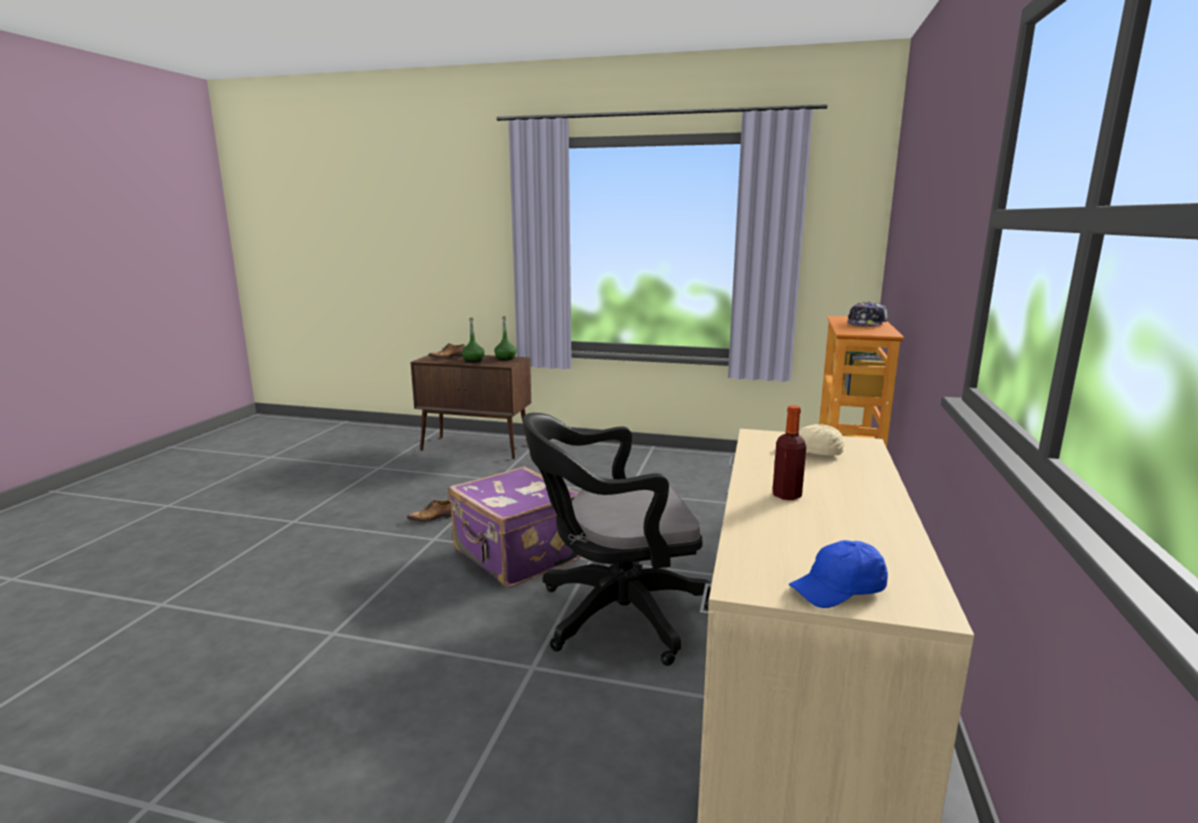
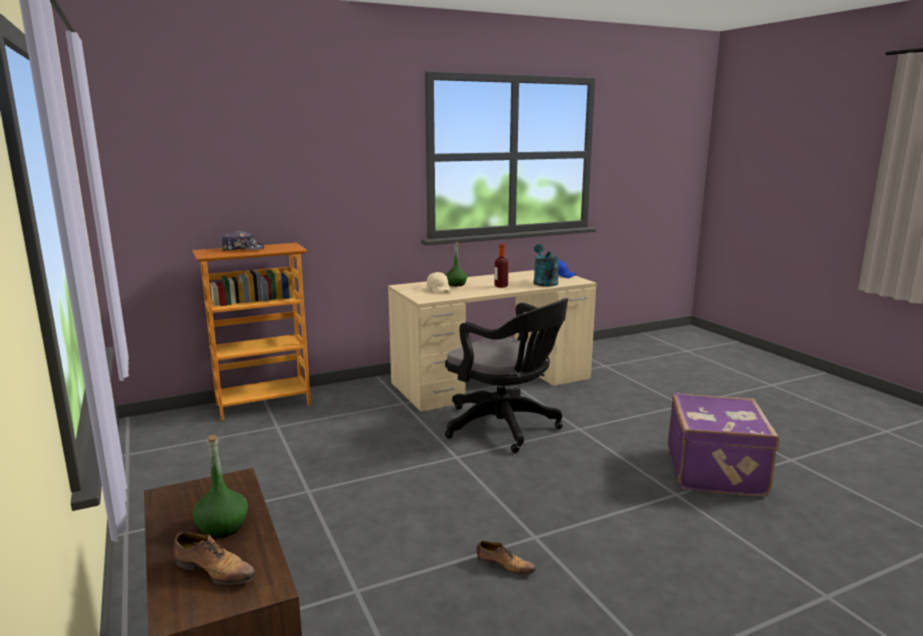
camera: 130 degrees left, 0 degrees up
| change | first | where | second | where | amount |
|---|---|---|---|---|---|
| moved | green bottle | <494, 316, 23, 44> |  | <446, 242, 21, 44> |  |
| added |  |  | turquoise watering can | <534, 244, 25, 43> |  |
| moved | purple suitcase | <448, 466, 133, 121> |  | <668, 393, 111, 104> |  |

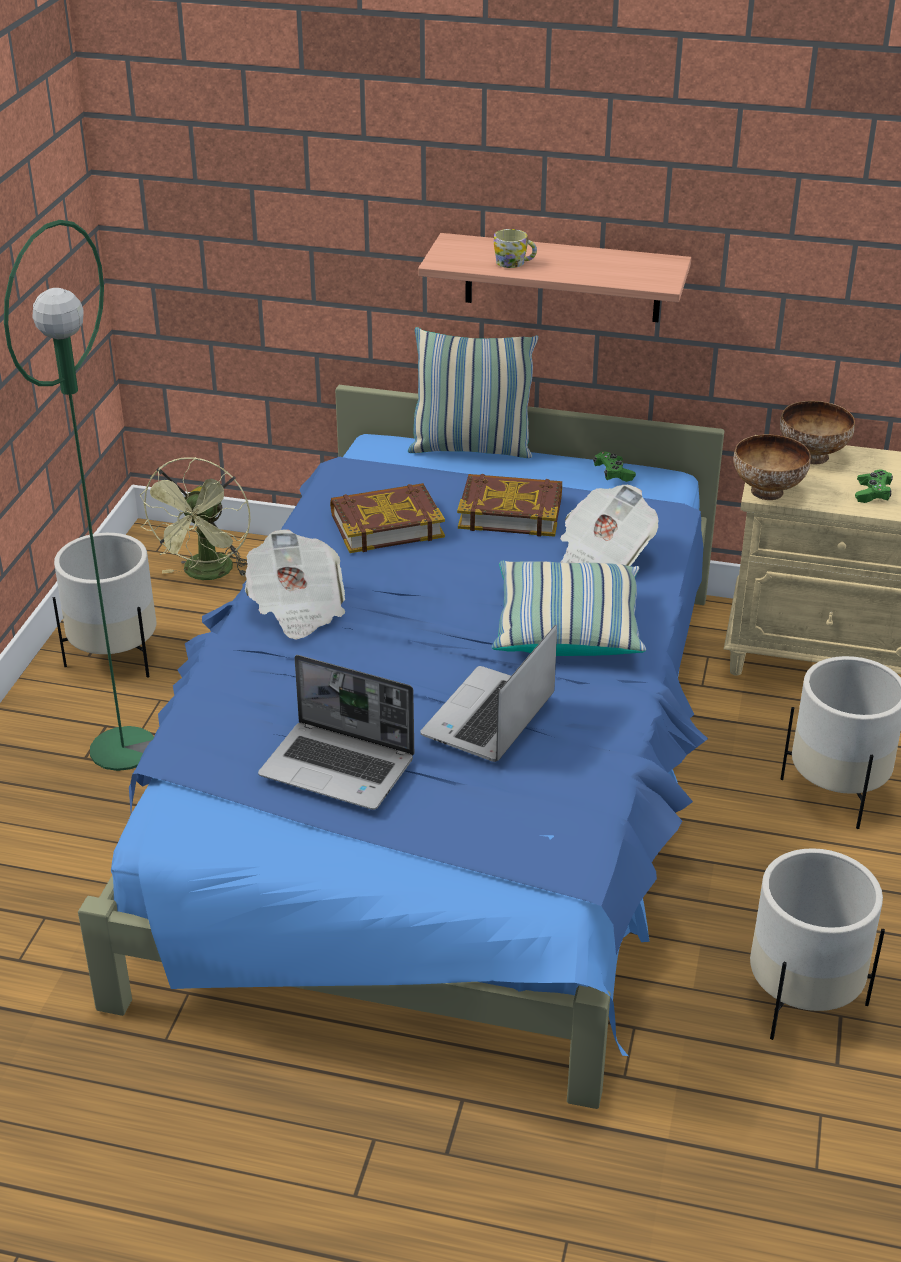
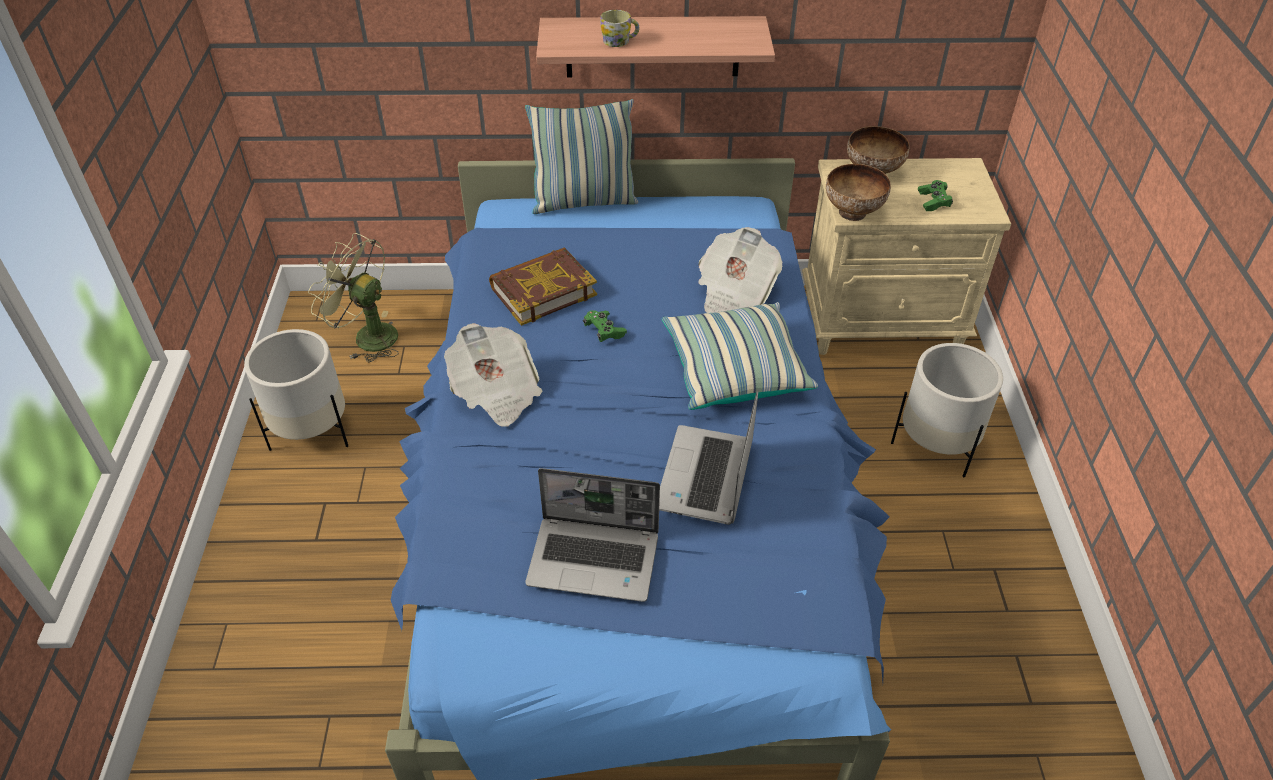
camera: 15 degrees left, 10 degrees up
| change | first | where | second | where | amount |
|---|---|---|---|---|---|
| turned | green fan | <140, 457, 111, 123> |  | <308, 233, 91, 129> | 120 degrees clockwise |
| moved | green game controller | <593, 451, 43, 31> |  | <583, 310, 44, 32> |  |
| removed | green floor lamp | <4, 220, 150, 551> |  |  |  |
| removed | book | <457, 474, 105, 63> |  |  |  |
| removed | white planter | <750, 848, 135, 192> |  |  |  |

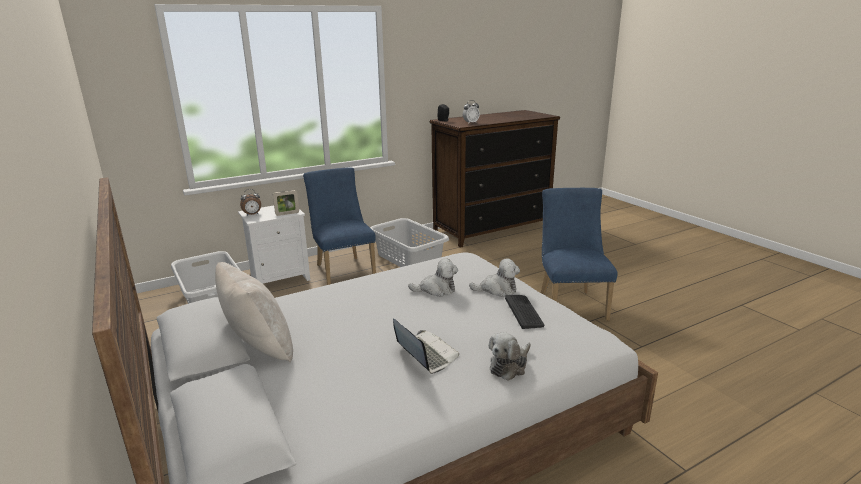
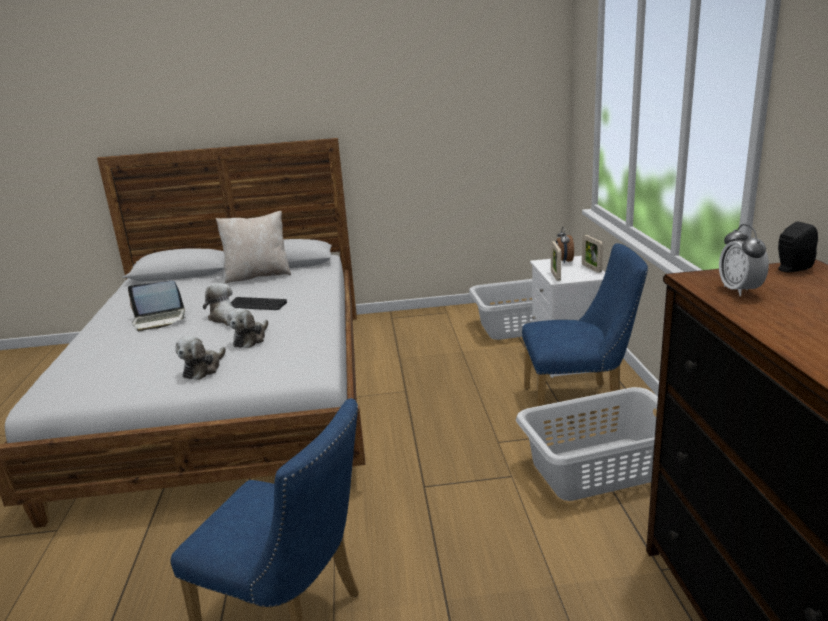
camera: 115 degrees right, 0 degrees up
| change | first | where | second | where | amount |
|---|---|---|---|---|---|
| moved | plush toy | <489, 332, 42, 49> |  | <203, 283, 32, 43> |  |
| moved | keyboard | <505, 295, 39, 34> |  | <231, 297, 56, 13> |  |
| added |  |  | picture frame | <582, 235, 21, 38> |  |

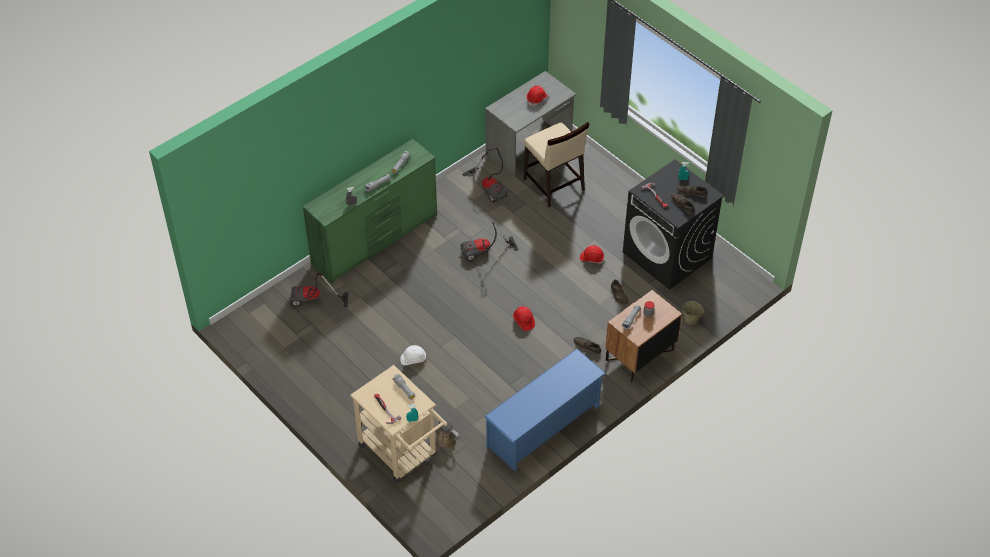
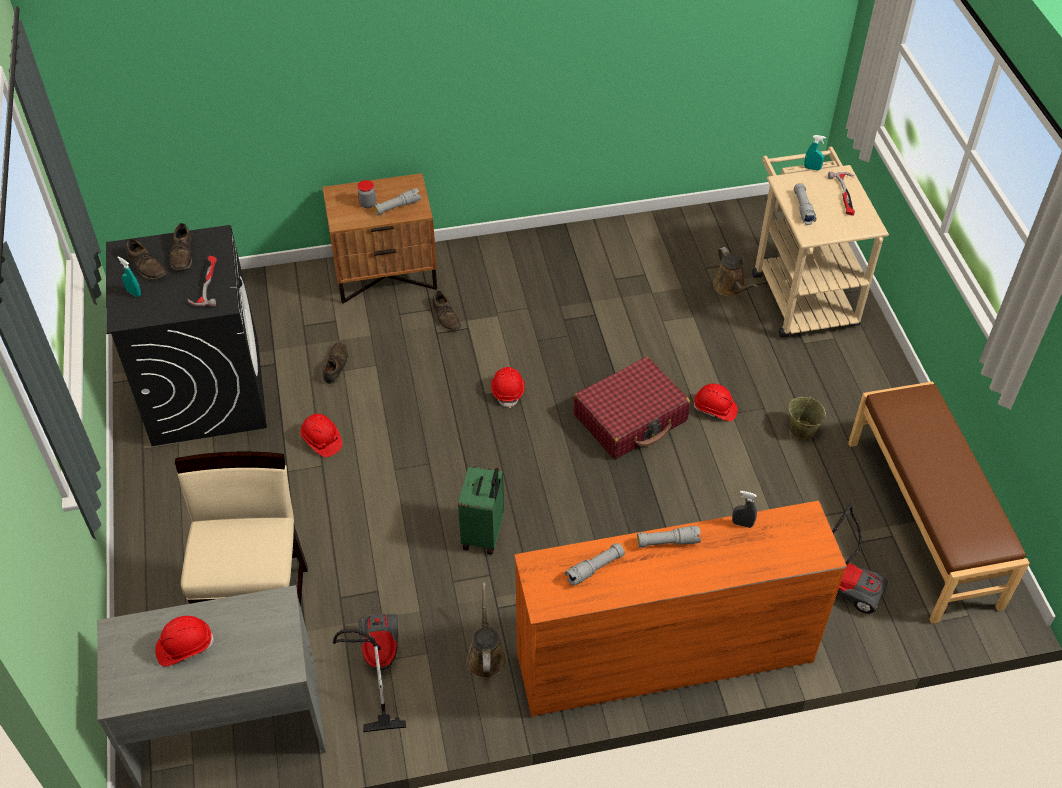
camera: 150 degrees left, 0 degrees up
| change | first | where | second | where | amount |
|---|---|---|---|---|---|
| replaced | vacuum cleaner | <460, 222, 59, 39> | green suitcase | <458, 466, 46, 89> |  |
| added |  |  | brown watering can | <466, 582, 41, 97> |  |
| recoloured | green dresser | <303, 139, 134, 144> | orange dresser | <514, 501, 333, 216> |  |
| added |  |  | red suitcase | <574, 357, 116, 102> |  |
| recoloured | white hard hat | <400, 345, 26, 20> | red hard hat | <693, 384, 45, 37> |  |
| moved | beige bucket | <682, 301, 22, 24> |  | <789, 395, 37, 45> |  |
| added |  |  | brown bench | <848, 381, 181, 243> |  |
| removed | blue shoe rack | <484, 349, 122, 123> |  |  |  |

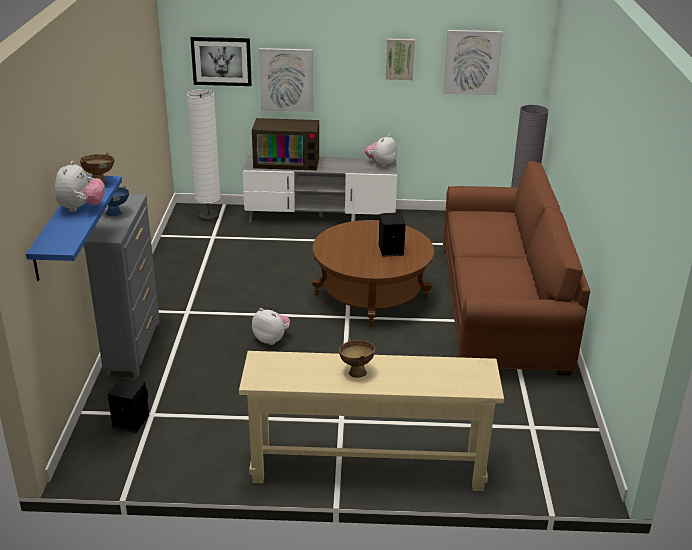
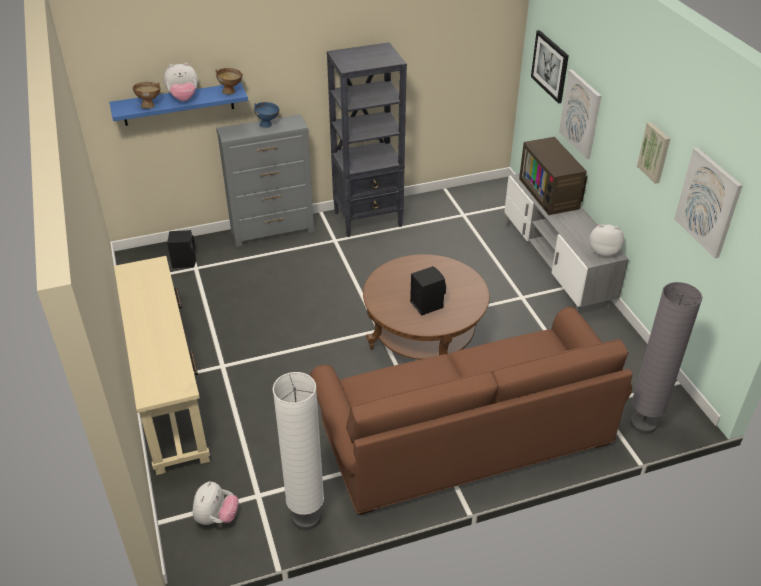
camera: 70 degrees right, 10 degrees up
| change | first | where | second | where | amount |
|---|---|---|---|---|---|
| moved | brown bowl | <339, 339, 36, 39> |  | <133, 82, 28, 27> |  |
| moved | plush toy | <252, 308, 38, 37> |  | <193, 481, 46, 44> |  |
| moved | white floor lamp | <187, 89, 34, 133> |  | <273, 372, 51, 158> |  |
| added |  |  | black bookcase | <327, 42, 80, 195> |  |

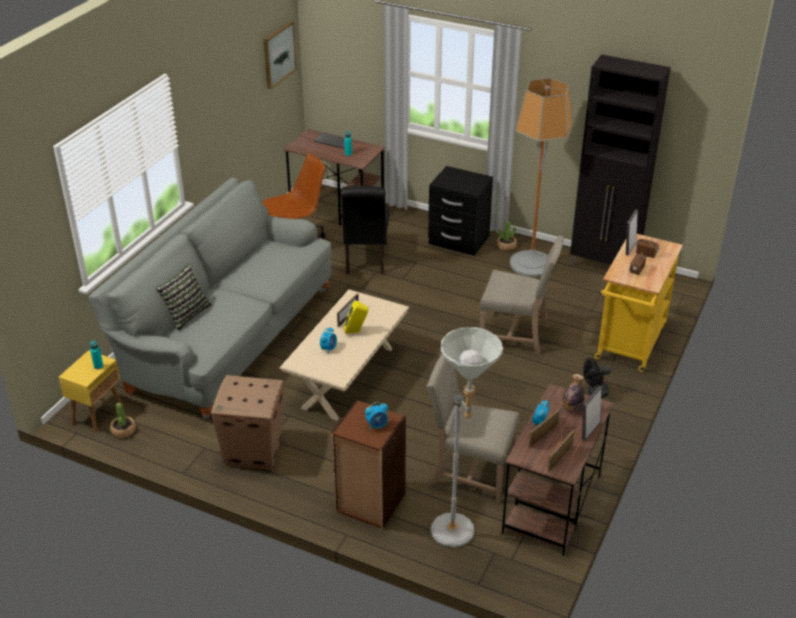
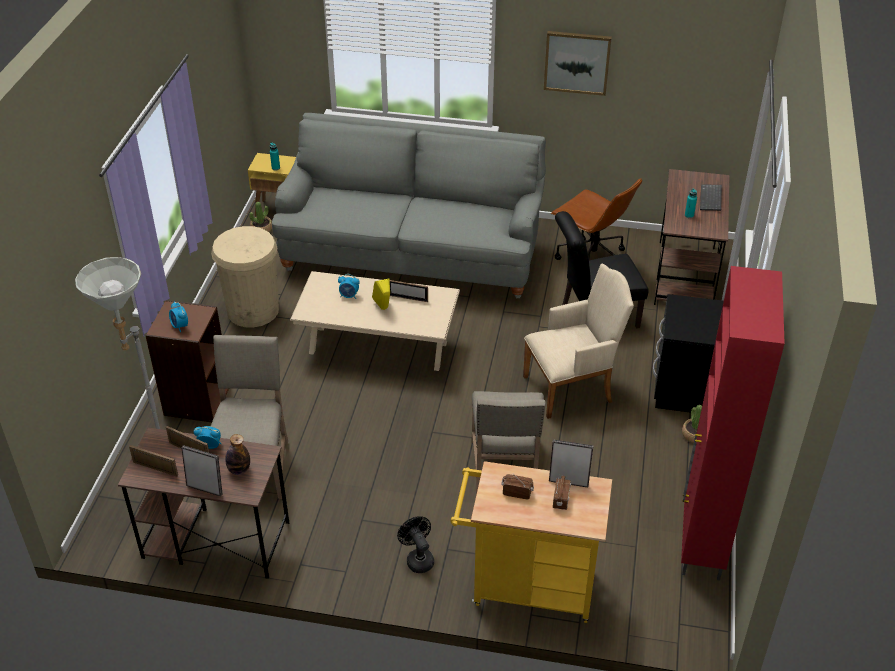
camera: 75 degrees right, 5 degrees up
| change | first | where | second | where | amount |
|---|---|---|---|---|---|
| replaced | cardboard box | <211, 375, 72, 95> | beige trash can | <211, 226, 68, 101> |  |
| added |  |  | beige armchair | <523, 264, 111, 155> |  |
| moved | picture | <263, 21, 34, 68> |  | <544, 31, 68, 65> |  |
| recoloured | black cabinet | <570, 54, 101, 212> | red cabinet | <681, 266, 104, 314> |  |
| removed | pillow | <156, 264, 55, 67> |  |  |  |
| removed | floor lamp | <510, 78, 63, 199> |  |  |  |

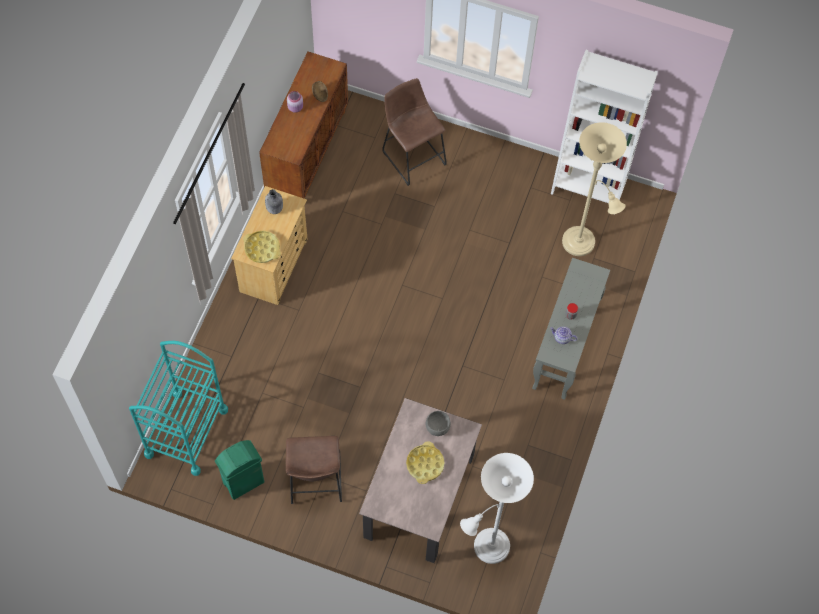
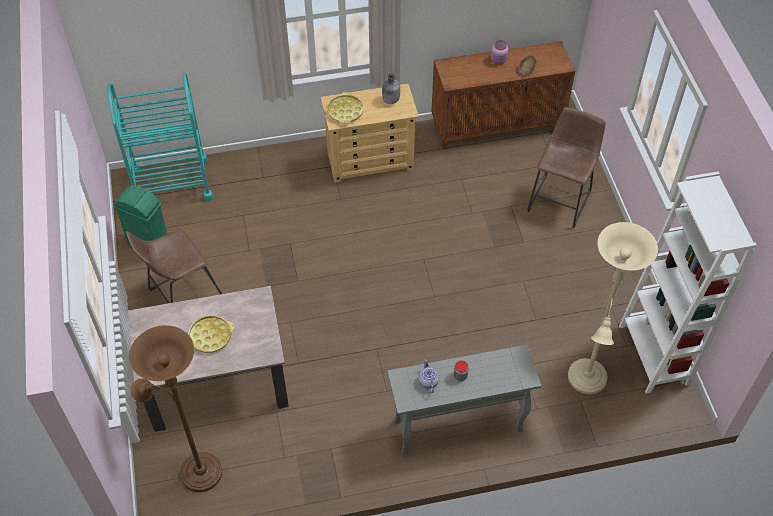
camera: 60 degrees right, 10 degrees down
| change | first | where | second | where | amount |
|---|---|---|---|---|---|
| recoloured | white floor lamp | <460, 453, 74, 111> | brown floor lamp | <129, 325, 93, 167> |  |
| removed | grey bowl | <426, 411, 25, 25> |  |  |  |

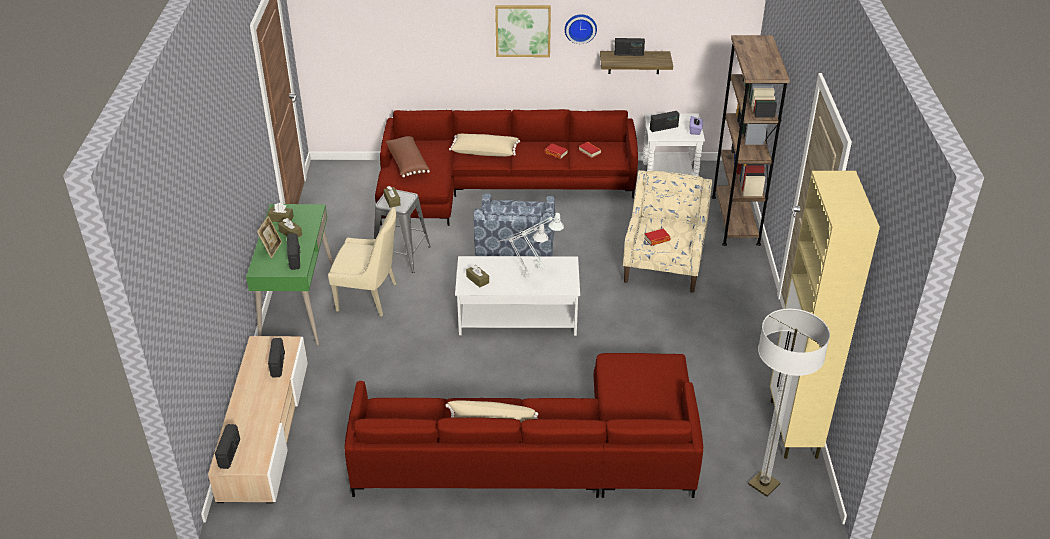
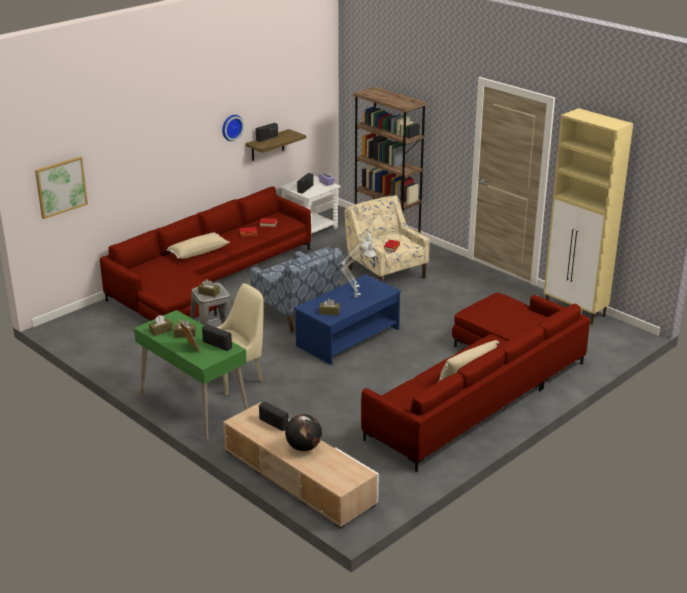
camera: 45 degrees left, 10 degrees down
| change | first | where | second | where | amount |
|---|---|---|---|---|---|
| moved | picture | <495, 5, 56, 52> |  | <35, 157, 53, 62> |  |
| added |  |  | globe | <285, 414, 37, 37> |  |
| recoloured | white coffee table | <455, 256, 125, 80> | blue coffee table | <294, 274, 107, 91> |  |
| removed | radio | <215, 424, 25, 45> |  |  |  |
| removed | brown pillow | <386, 136, 44, 41> |  |  |  |
| removed | floor lamp | <748, 309, 82, 188> |  |  |  |

